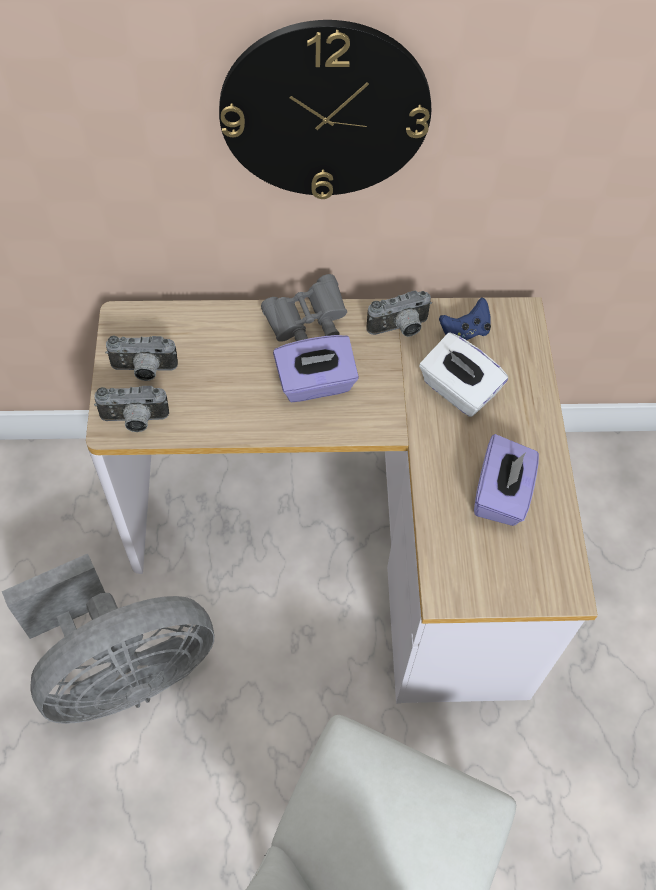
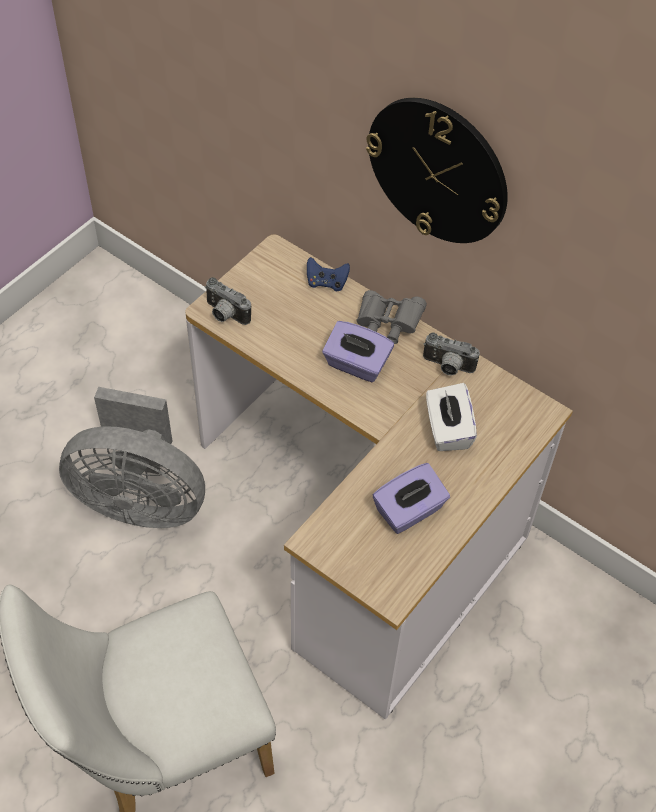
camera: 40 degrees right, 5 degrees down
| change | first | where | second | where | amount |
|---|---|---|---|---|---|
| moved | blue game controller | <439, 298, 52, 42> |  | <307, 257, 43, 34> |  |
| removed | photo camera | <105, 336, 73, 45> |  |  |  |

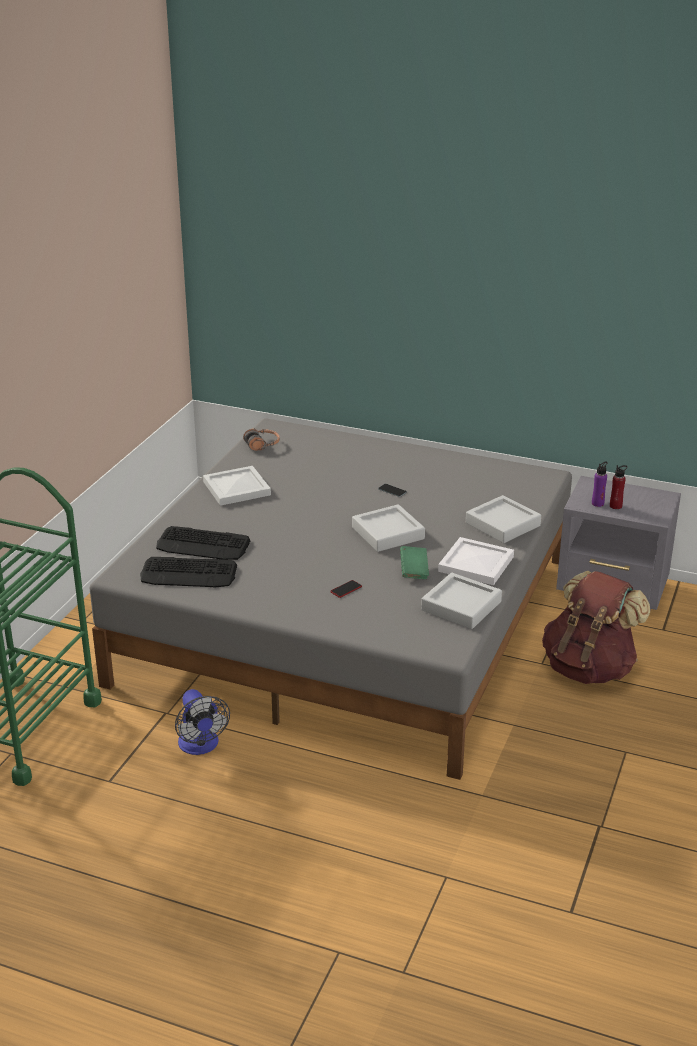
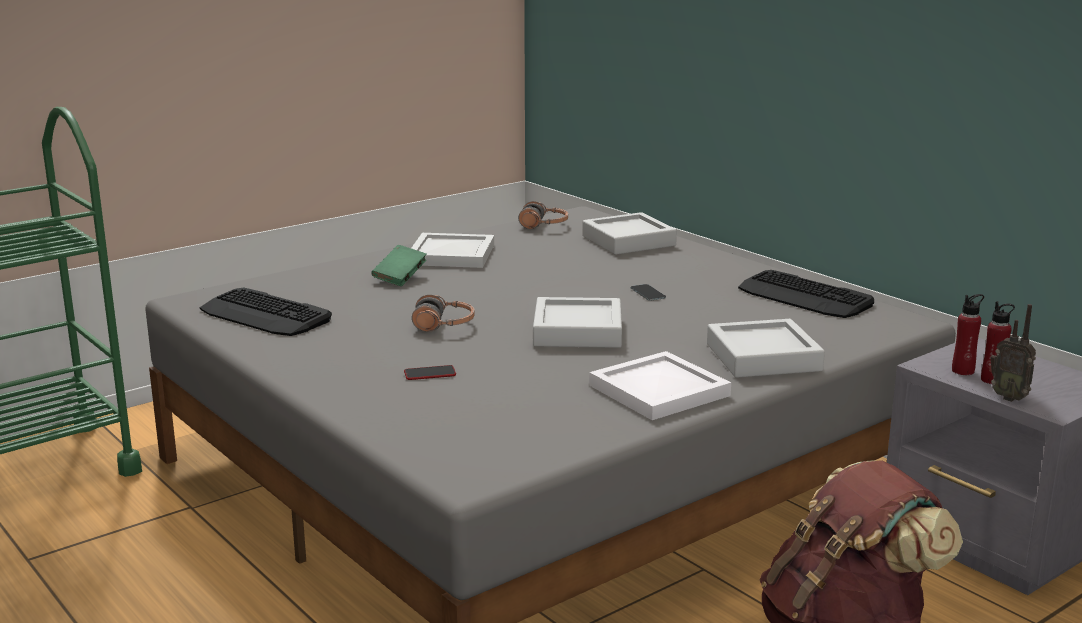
camera: 30 degrees right, 10 degrees down
| change | first | where | second | where | amount |
|---|---|---|---|---|---|
| moved | green book | <400, 546, 29, 33> |  | <372, 245, 54, 41> |  |
| added |  |  | headphones | <412, 295, 63, 37> |  |
| moved | grey tray | <421, 573, 81, 56> |  | <582, 212, 95, 43> |  |
| moved | keyboard | <156, 526, 94, 34> |  | <738, 270, 136, 48> |  |
| recoloured | purple bottle | <592, 461, 15, 46> | red bottle | <952, 294, 32, 81> |  |
| added |  |  | radio | <989, 304, 47, 98> |  |
| removed | fan | <175, 689, 55, 66> |  |  |  |

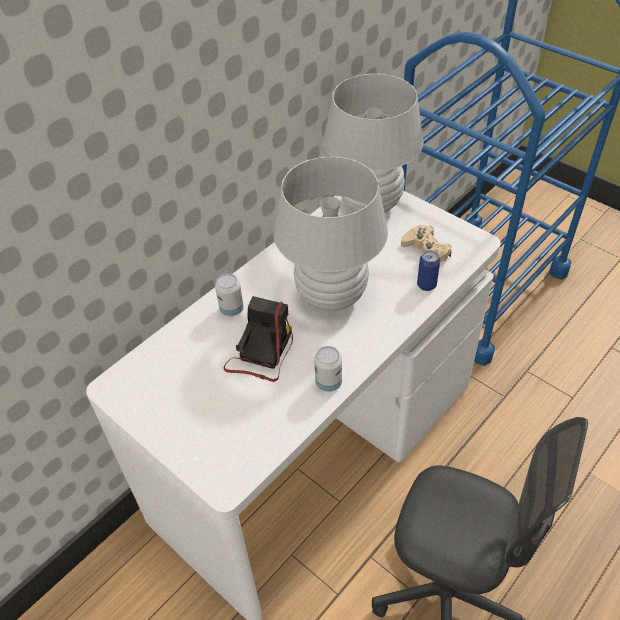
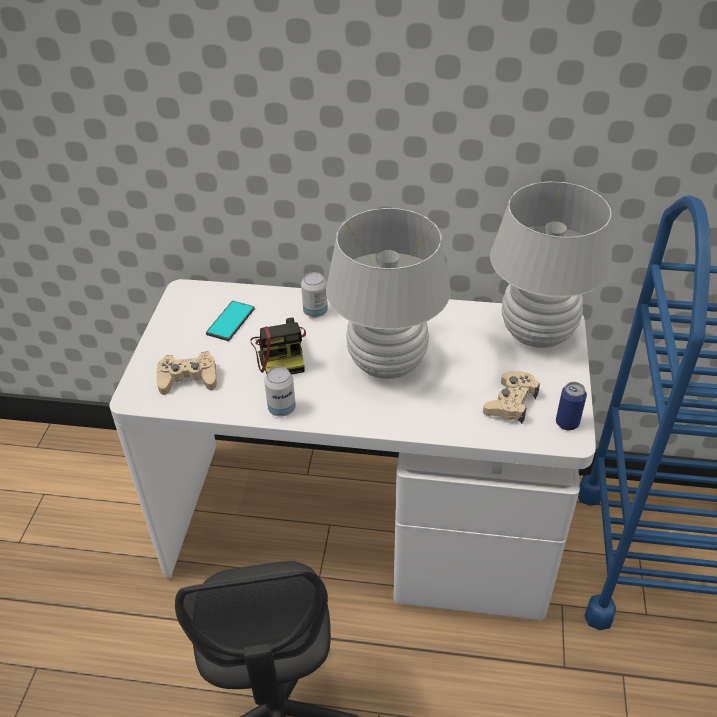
camera: 55 degrees right, 5 degrees down
| change | first | where | second | where | amount |
|---|---|---|---|---|---|
| added |  |  | beige game controller | <156, 352, 61, 43> |  |
| added |  |  | phone | <206, 301, 49, 40> |  |
| turned | photo camera | <224, 296, 69, 86> |  | <250, 317, 56, 57> | 90 degrees clockwise |
| moved | can | <417, 250, 23, 41> |  | <556, 382, 31, 48> |  |

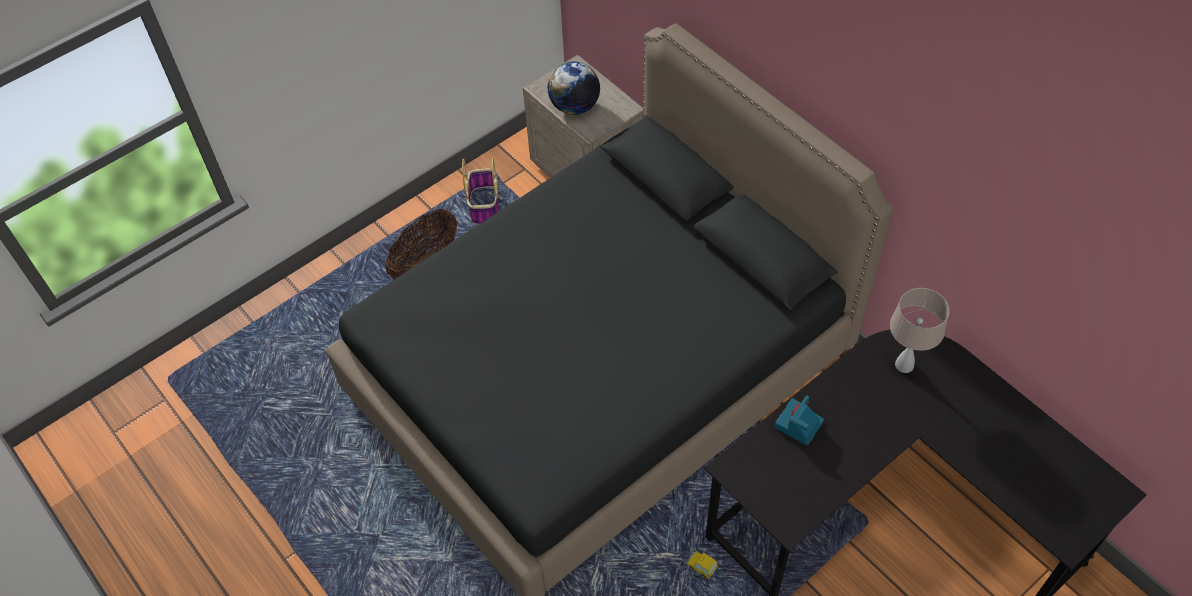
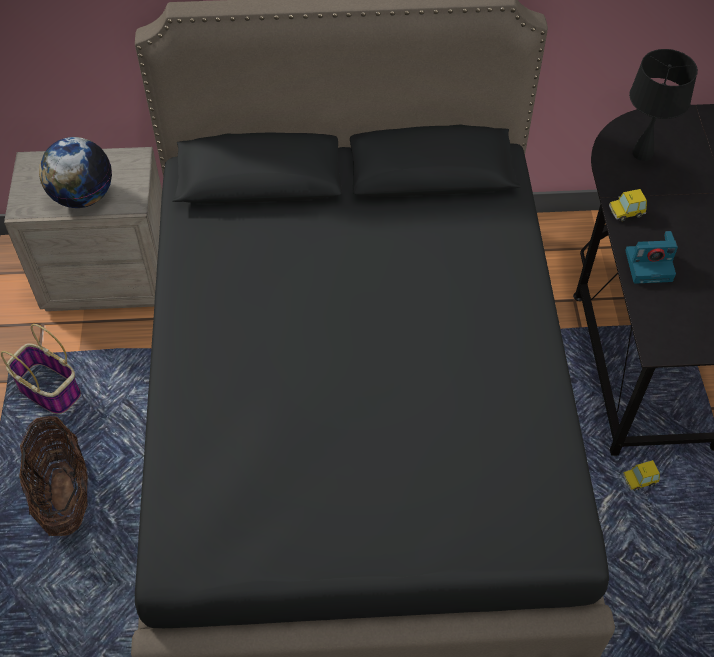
camera: 55 degrees left, 0 degrees up
| change | first | where | second | where | amount |
|---|---|---|---|---|---|
| added |  |  | toy car | <609, 189, 38, 32> |  |
| turned | photo camera | <775, 395, 49, 51> |  | <625, 231, 53, 53> | 75 degrees counterclockwise |
| recoloured | beige table lamp | <890, 288, 59, 85> | black table lamp | <629, 49, 69, 112> |  |

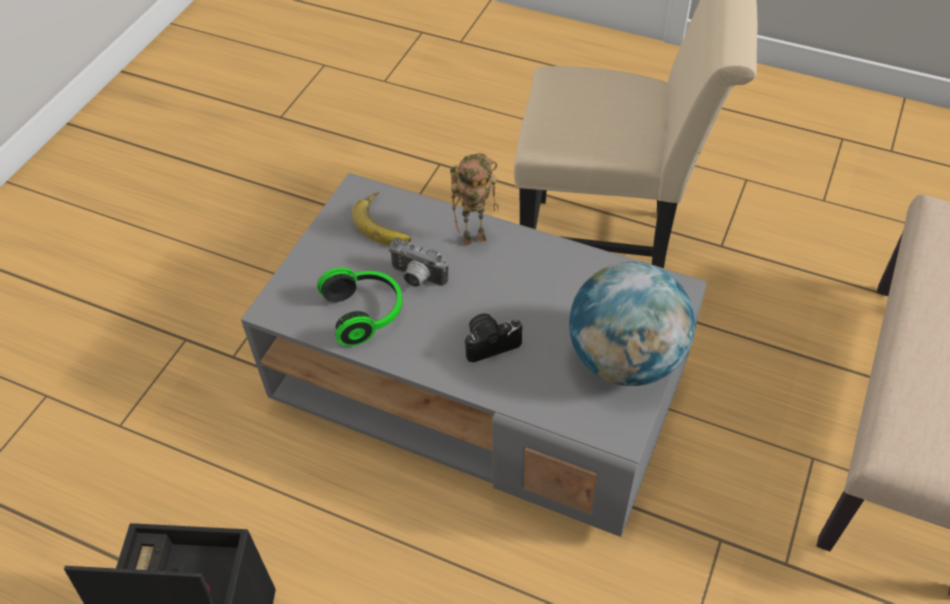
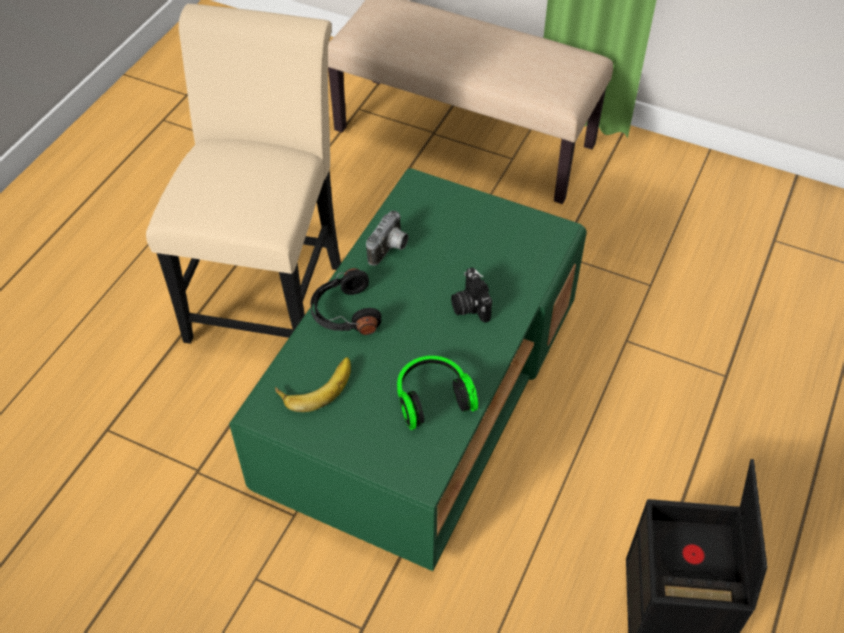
camera: 90 degrees left, 0 degrees up
| change | first | where | second | where | amount |
|---|---|---|---|---|---|
| recoloured | grey coffee table | <241, 173, 466, 364> | green coffee table | <229, 168, 358, 403> |  |
| replaced | toy robot | <450, 153, 49, 93> | black headphones | <310, 268, 72, 67> |  |
| moved | photo camera | <388, 237, 60, 50> |  | <366, 211, 43, 55> |  |
| removed | globe | <569, 262, 126, 124> |  |  |  |

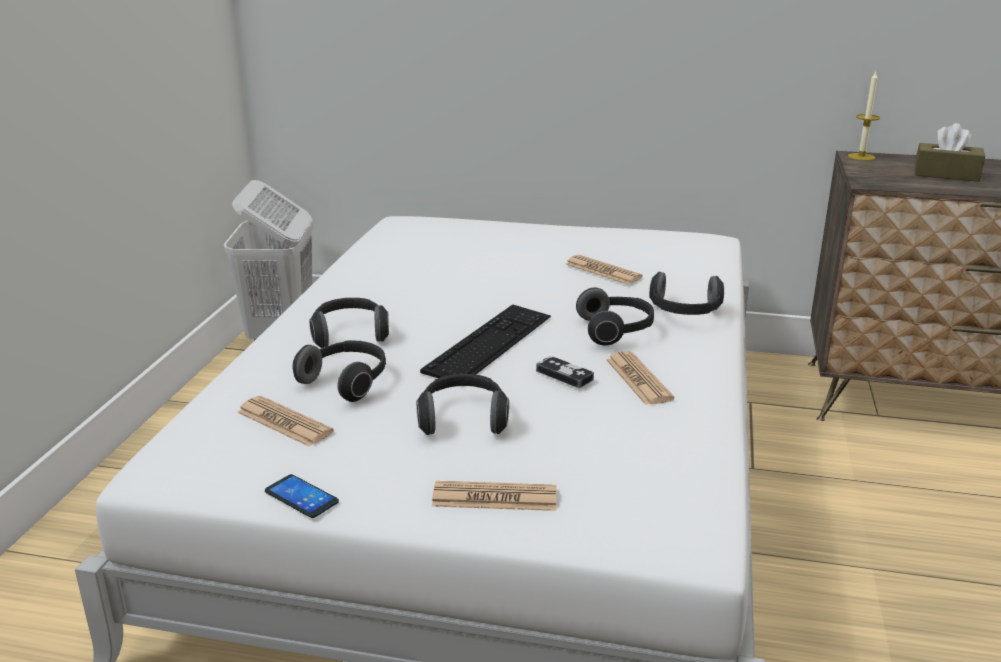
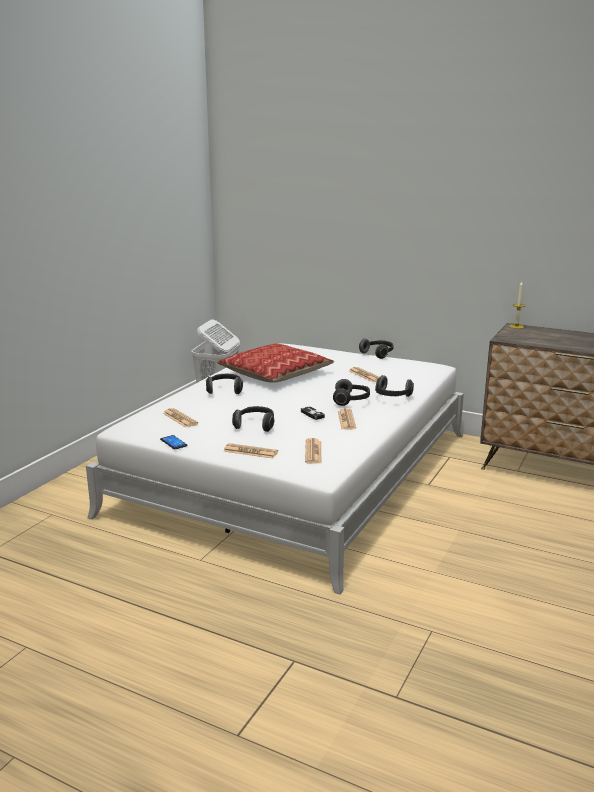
camera: 15 degrees right, 5 degrees down
| change | first | where | second | where | amount |
|---|---|---|---|---|---|
| added |  |  | pillow | <217, 344, 117, 39> |  |
| added |  |  | newspaper | <305, 438, 16, 26> |  |
| moved | headphones | <292, 340, 94, 62> |  | <359, 339, 35, 20> |  |
| removed | keyboard | <420, 304, 131, 74> |  |  |  |
| removed | brown tissue box | <915, 123, 70, 59> |  |  |  |

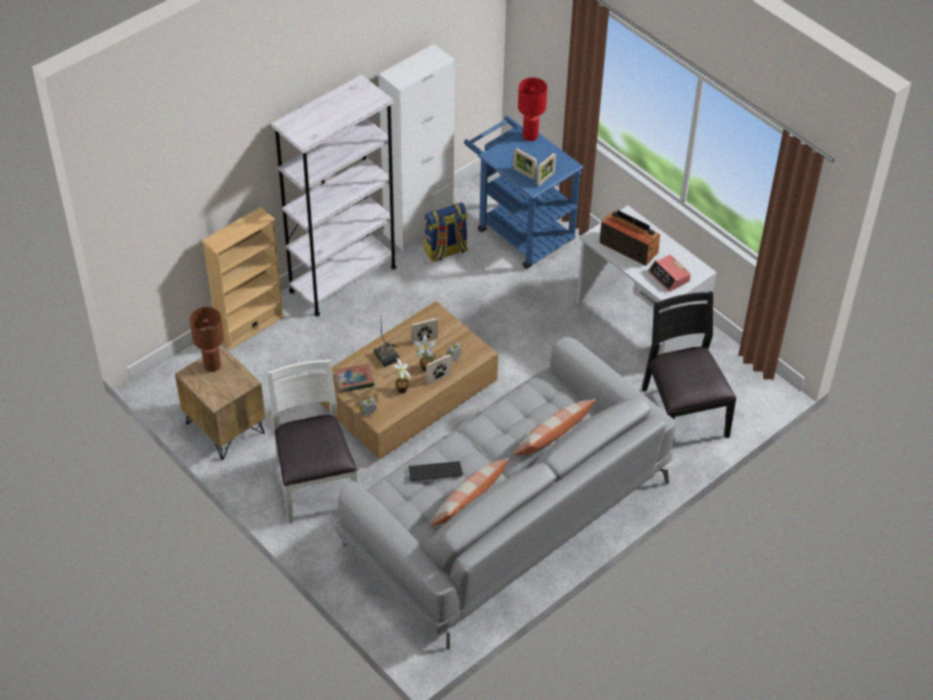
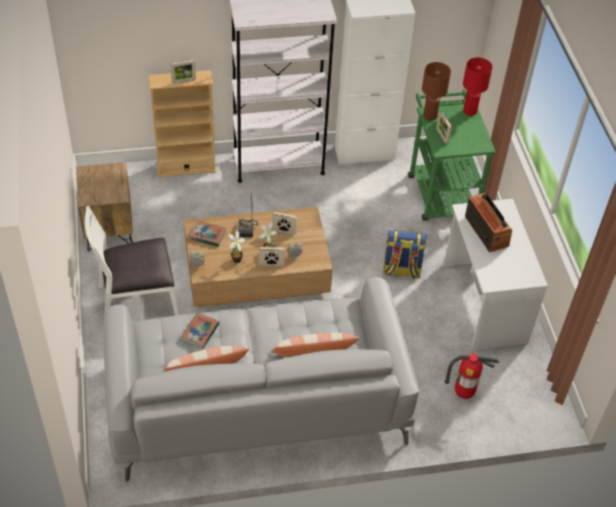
camera: 30 degrees right, 0 degrees up
| change | first | where | second | where | amount |
|---|---|---|---|---|---|
| turned | white chair | <267, 359, 90, 165> |  | <85, 206, 94, 109> | 120 degrees counterclockwise |
| moved | picture frame | <536, 153, 20, 33> |  | <171, 60, 25, 24> |  |
| replaced | keyboard | <409, 461, 54, 20> | book | <181, 312, 38, 37> |  |
| moved | backpack | <424, 203, 44, 59> |  | <383, 230, 44, 50> |  |
| recoloured | blue cart | <464, 116, 120, 153> | green cart | <408, 89, 88, 132> |  |
| moved | brown table lamp | <190, 307, 34, 65> |  | <422, 62, 29, 59> |  |
| replaced | black chair | <642, 291, 95, 147> | fire extinguisher | <445, 353, 54, 46> |  |
| removed | alarm clock | <648, 255, 43, 37> |  |  |  |

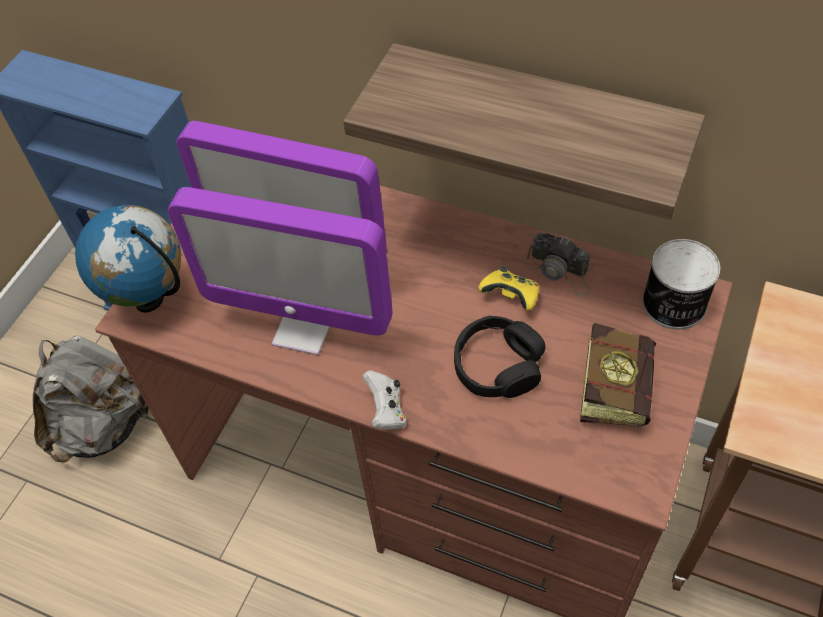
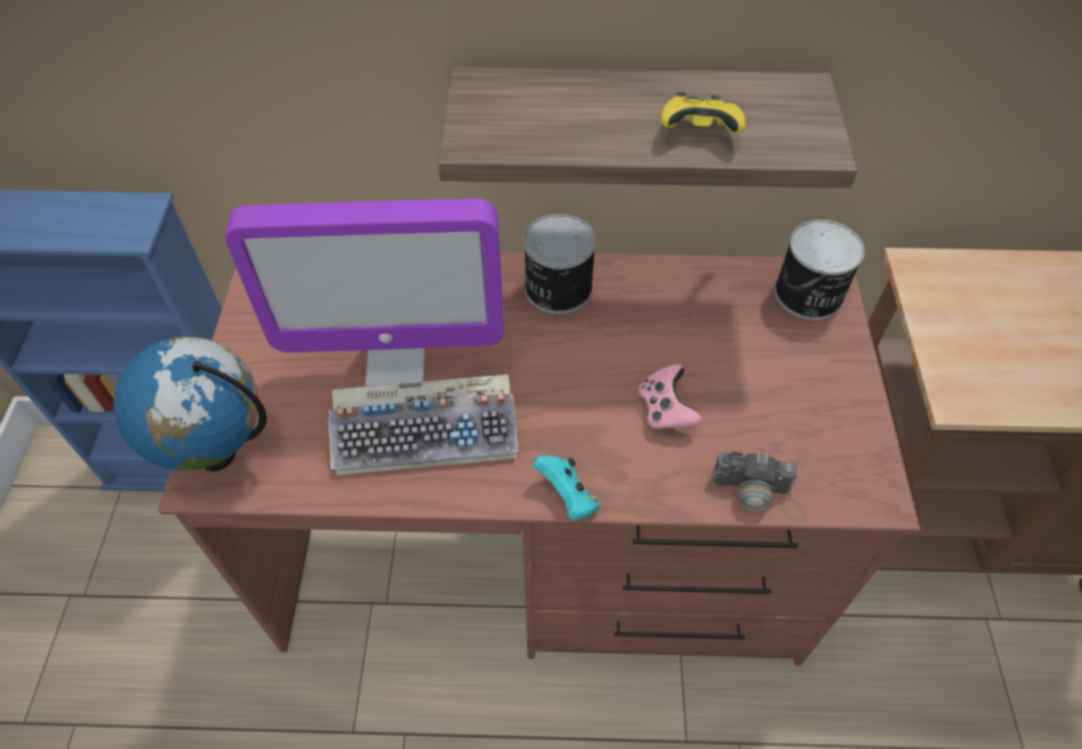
camera: 25 degrees left, 0 degrees up
| change | first | where | second | where | amount |
|---|---|---|---|---|---|
| replaced | monitor | <168, 187, 225, 168> | keyboard | <328, 375, 190, 100> |  |
| added |  |  | can | <524, 214, 72, 100> |  |
| recoloured | white game controller | <363, 370, 43, 60> | turquoise game controller | <532, 456, 68, 64> |  |
| replaced | black headphones | <454, 316, 91, 82> | pink game controller | <638, 364, 64, 65> |  |
| moved | yellow game controller | <478, 267, 61, 44> |  | <661, 92, 85, 42> |  |
| moved | photo camera | <525, 233, 65, 63> |  | <709, 452, 98, 70> |  |
| removed | grey backpack | <32, 336, 119, 127> |  |  |  |
| removed | book | <580, 323, 76, 105> |  |  |  |

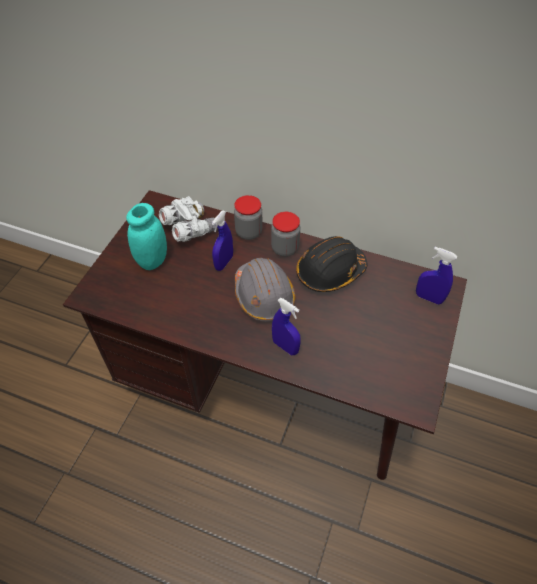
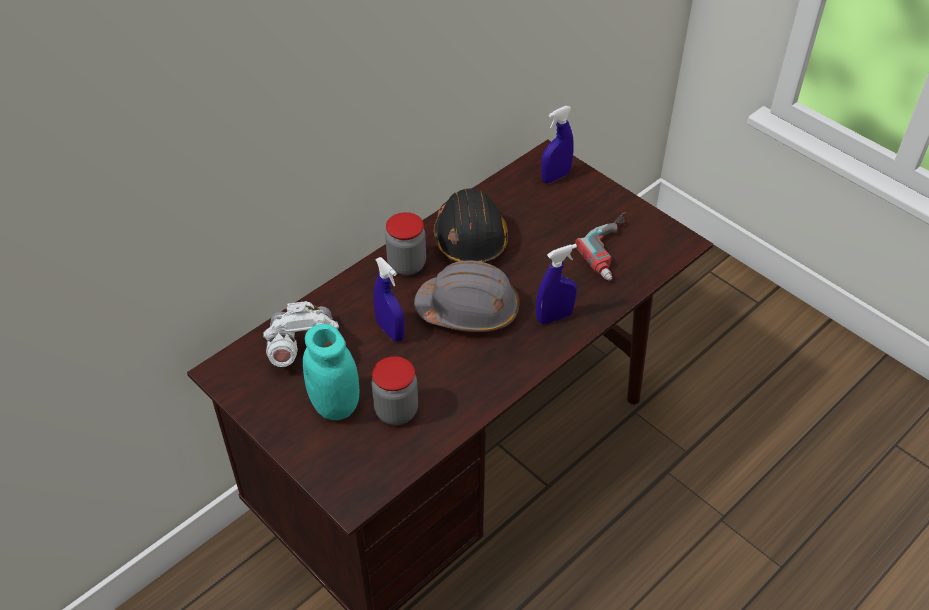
camera: 65 degrees left, 5 degrees down
| change | first | where | second | where | amount |
|---|---|---|---|---|---|
| moved | jar | <234, 195, 29, 45> |  | <372, 356, 46, 69> |  |
| added |  |  | power drill | <575, 212, 51, 69> |  |

